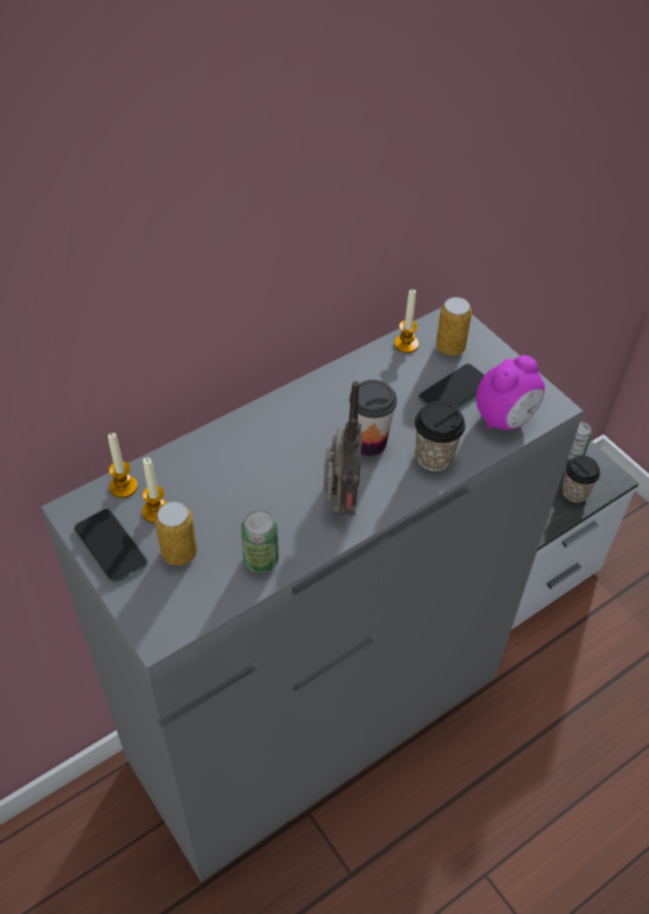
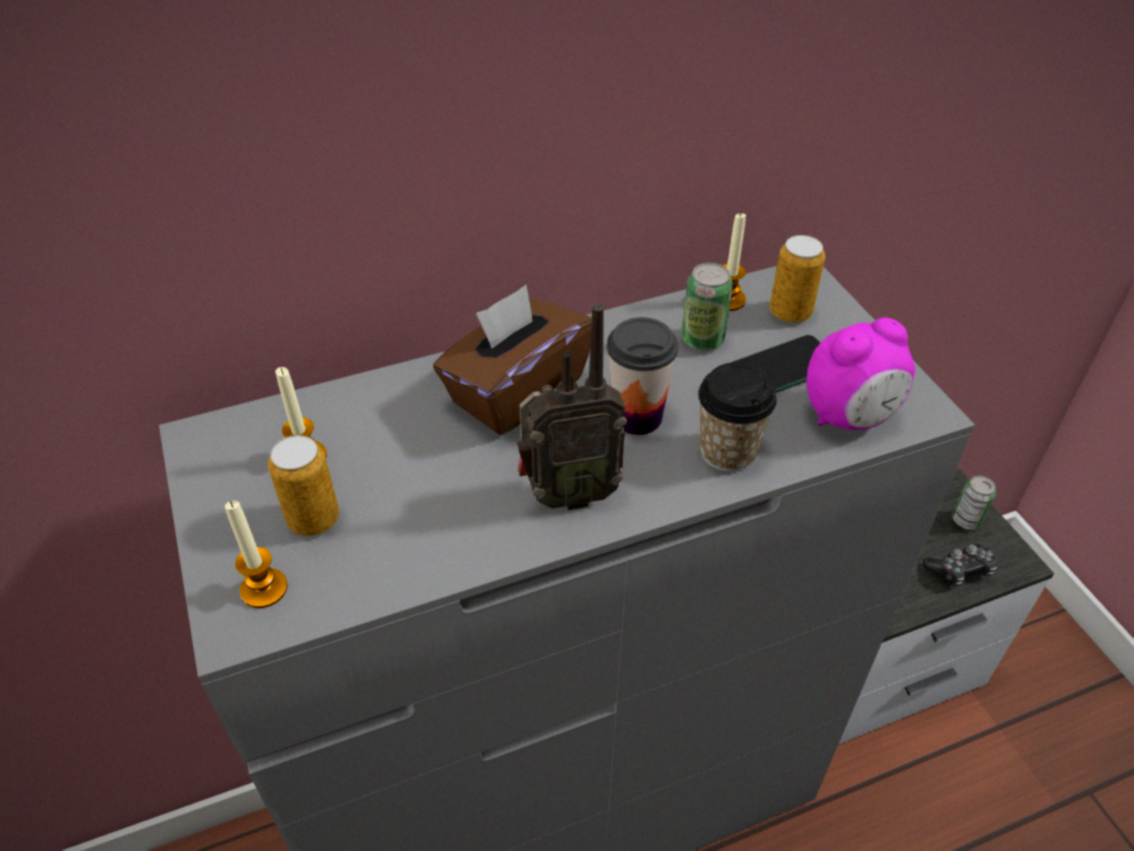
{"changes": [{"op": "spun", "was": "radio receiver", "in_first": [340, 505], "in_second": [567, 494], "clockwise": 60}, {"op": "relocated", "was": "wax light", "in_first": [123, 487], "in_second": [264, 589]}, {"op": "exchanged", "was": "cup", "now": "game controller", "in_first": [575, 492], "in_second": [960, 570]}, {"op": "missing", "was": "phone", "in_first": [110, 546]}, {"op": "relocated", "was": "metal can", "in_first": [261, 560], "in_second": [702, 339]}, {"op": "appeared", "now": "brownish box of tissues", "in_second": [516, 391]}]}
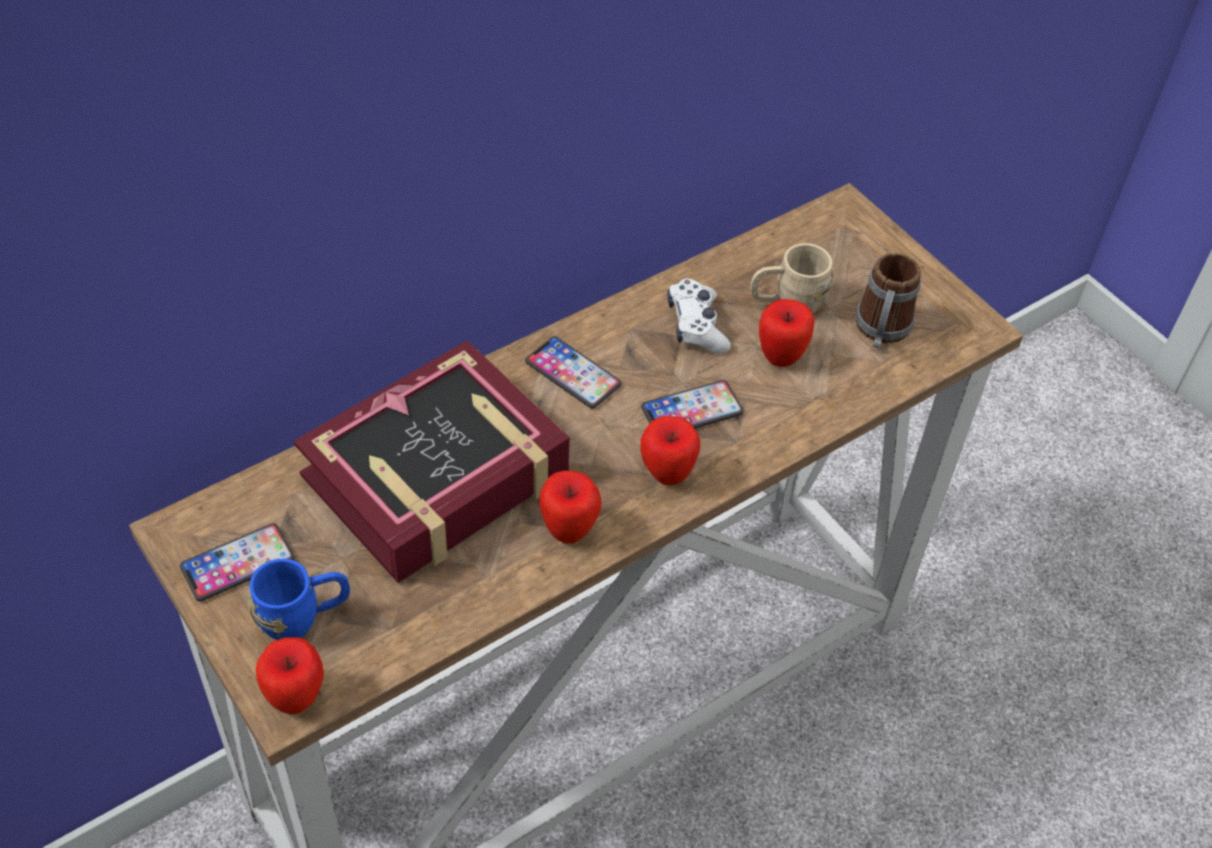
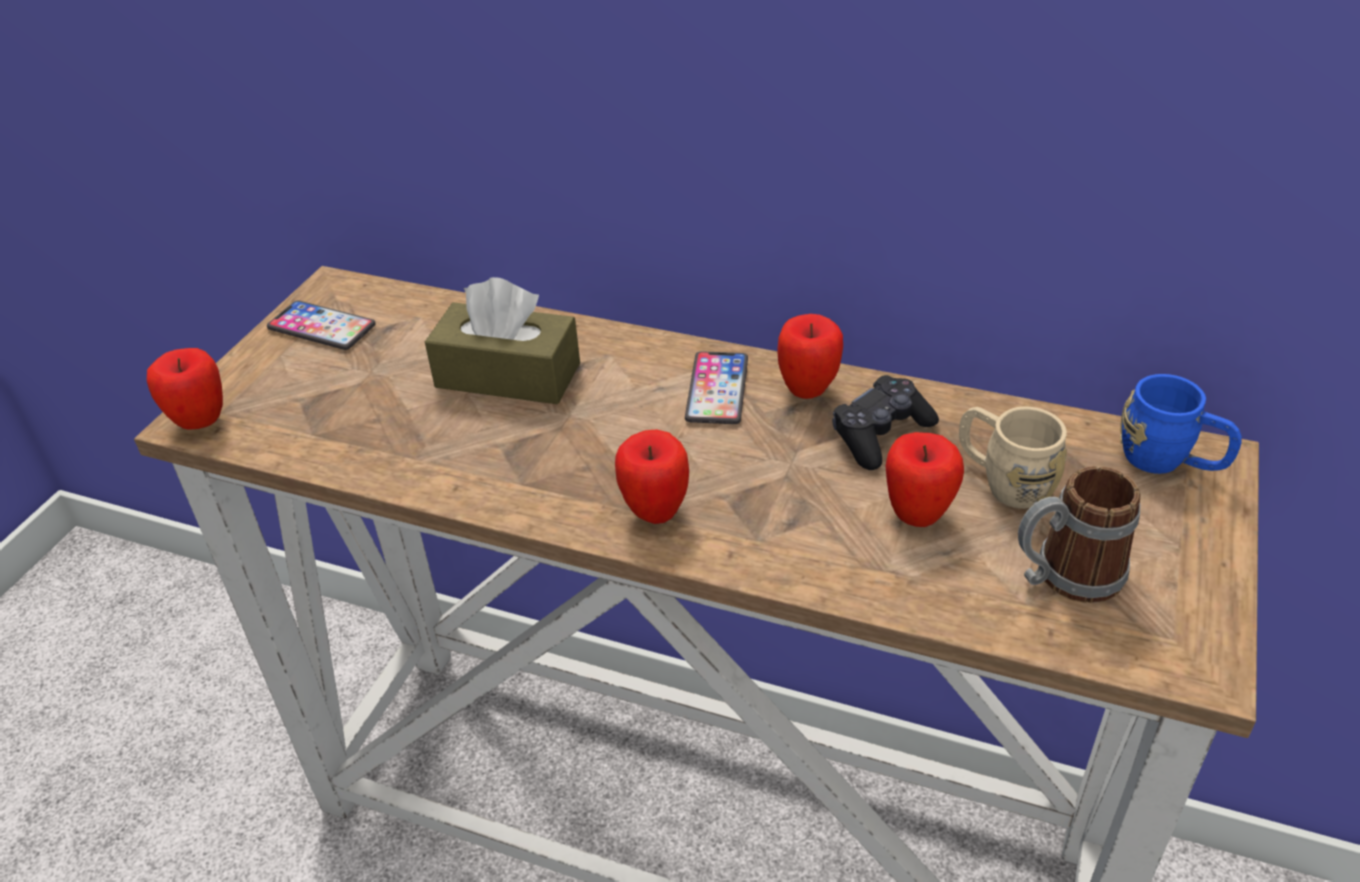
{"changes": [{"op": "colour", "was": "white game controller", "now": "blackish game controller", "in_first": [696, 325], "in_second": [880, 434]}, {"op": "exchanged", "was": "book", "now": "brownish box of tissues", "in_first": [437, 476], "in_second": [508, 375]}, {"op": "missing", "was": "phone", "in_first": [691, 410]}, {"op": "relocated", "was": "whole apple", "in_first": [568, 530], "in_second": [808, 389]}, {"op": "relocated", "was": "bluish coffee mug", "in_first": [303, 617], "in_second": [1169, 462]}]}
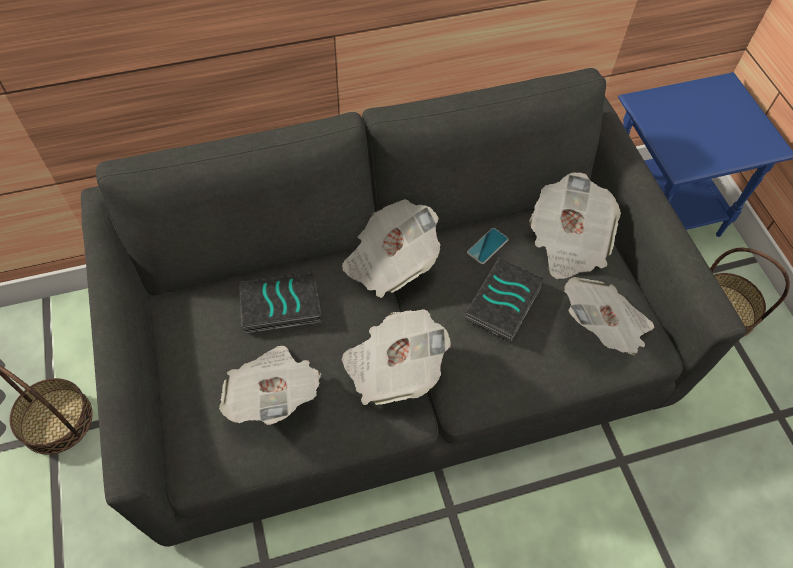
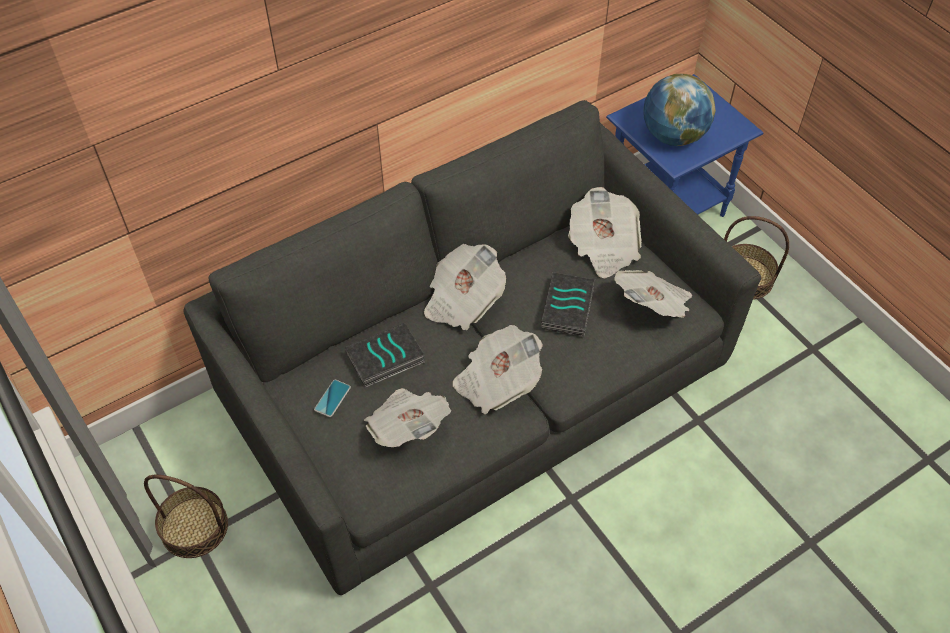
{"changes": [{"op": "relocated", "was": "phone", "in_first": [487, 246], "in_second": [332, 398]}, {"op": "appeared", "now": "desk globe", "in_second": [673, 136]}]}
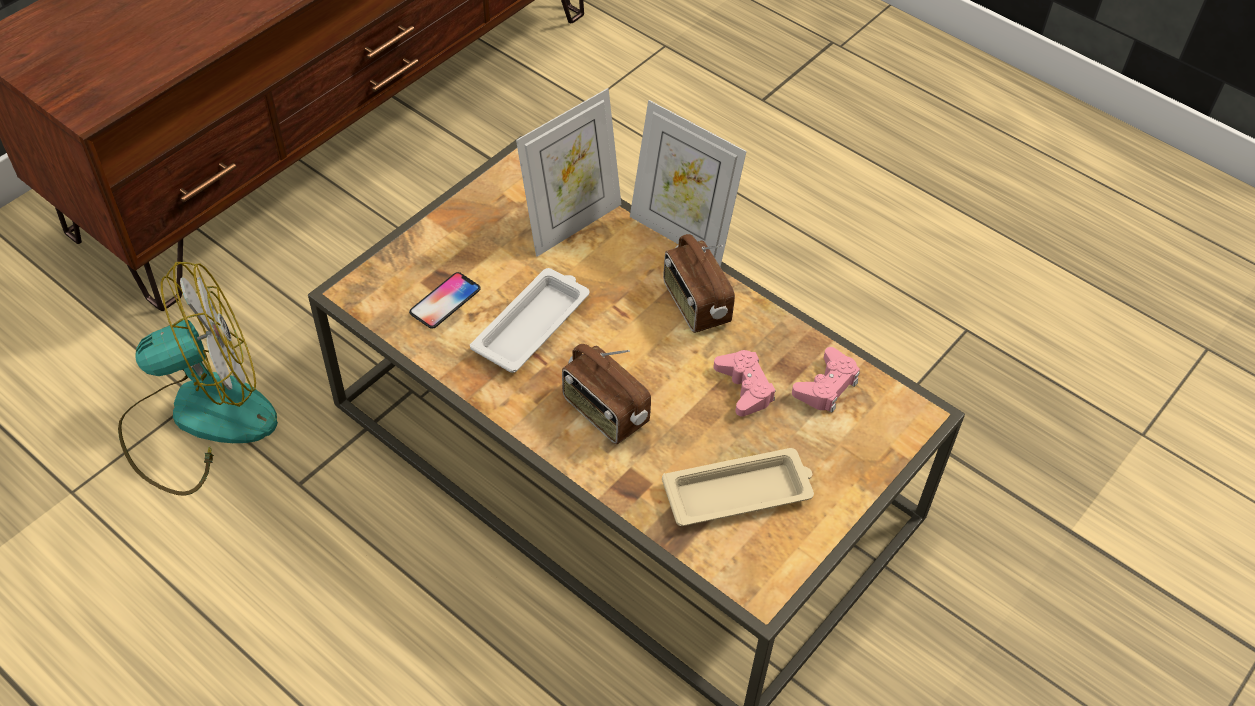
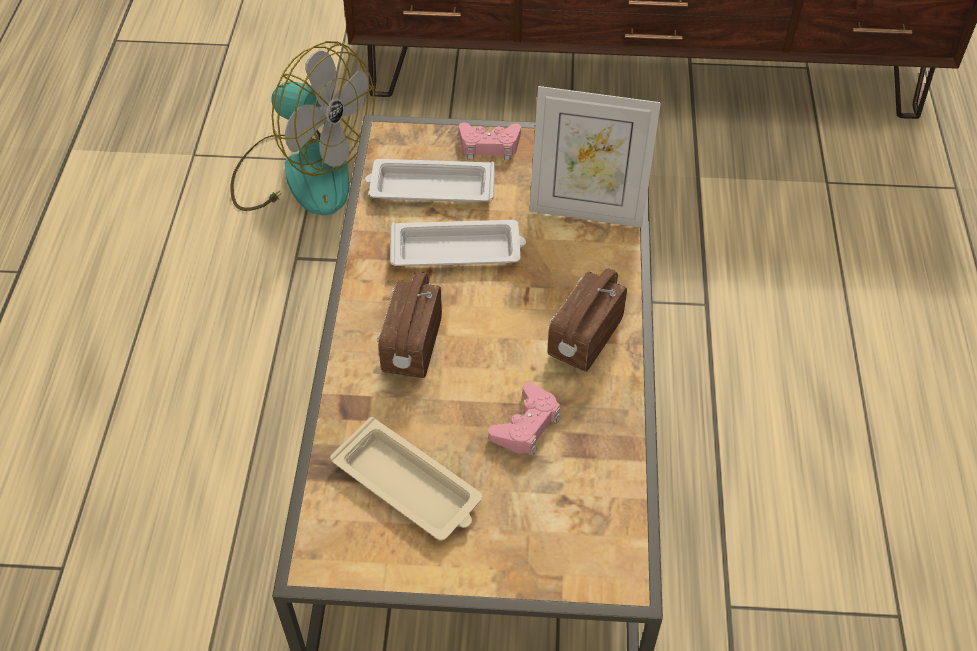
{"changes": [{"op": "missing", "was": "photo frame", "in_first": [681, 235]}, {"op": "exchanged", "was": "phone", "now": "white serving tray", "in_first": [445, 301], "in_second": [430, 188]}, {"op": "relocated", "was": "pink-coloured game controller", "in_first": [826, 386], "in_second": [489, 146]}]}
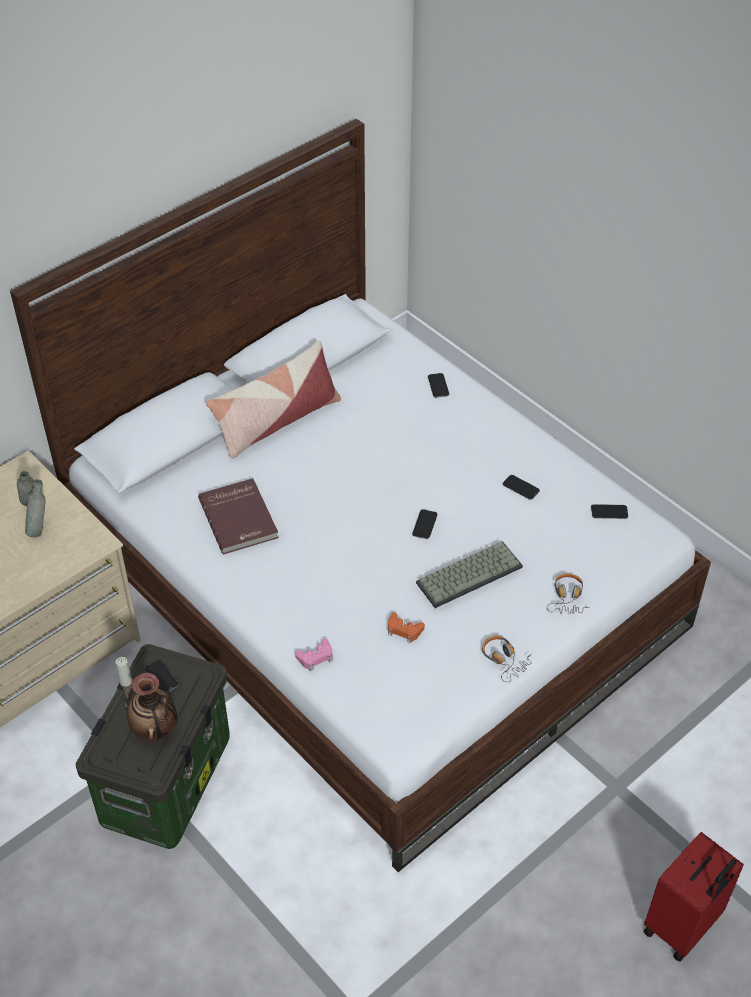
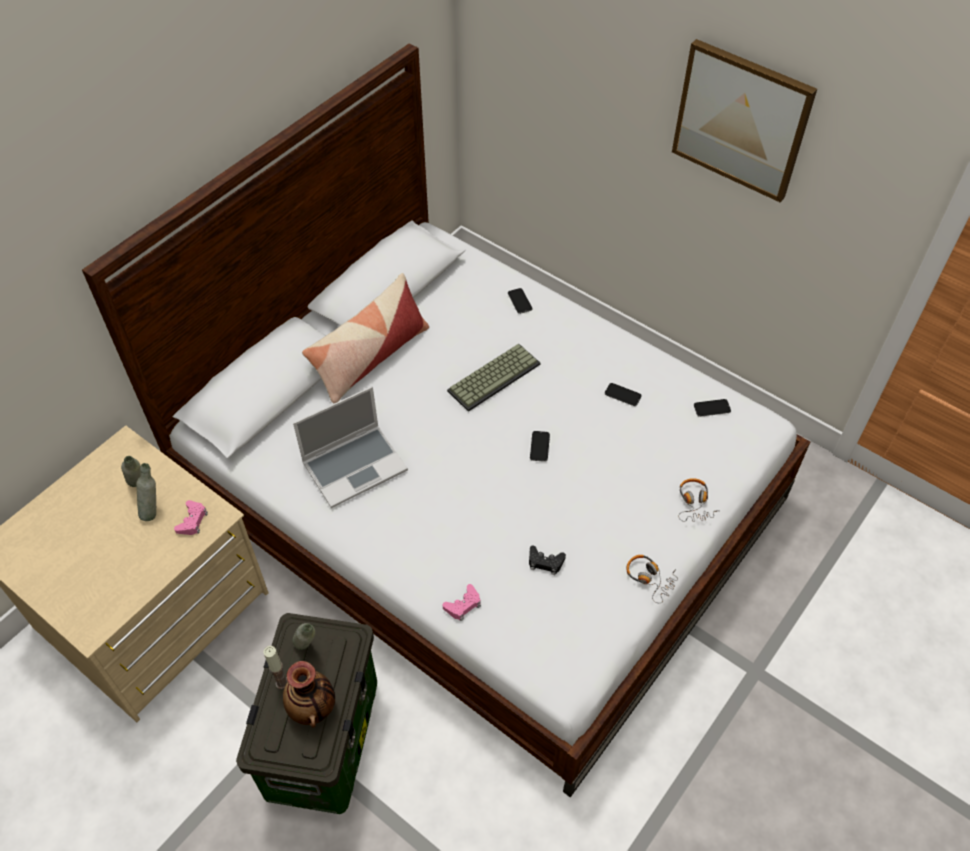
{"changes": [{"op": "exchanged", "was": "red-coloured book", "now": "laptop", "in_first": [240, 518], "in_second": [355, 465]}, {"op": "relocated", "was": "PC keyboard", "in_first": [469, 573], "in_second": [494, 376]}, {"op": "colour", "was": "orange game controller", "now": "blackish game controller", "in_first": [404, 630], "in_second": [545, 562]}, {"op": "exchanged", "was": "phone", "now": "greyish bottle", "in_first": [161, 677], "in_second": [308, 648]}, {"op": "missing", "was": "red-coloured suitcase", "in_first": [683, 926]}, {"op": "appeared", "now": "picture", "in_second": [741, 120]}, {"op": "appeared", "now": "pink-coloured game controller", "in_second": [192, 521]}]}
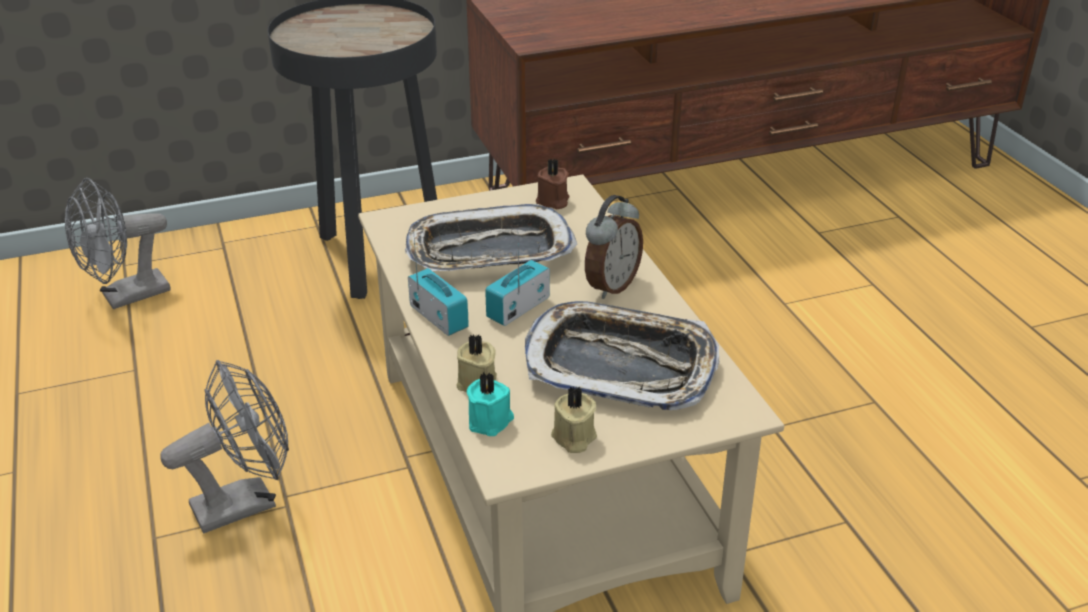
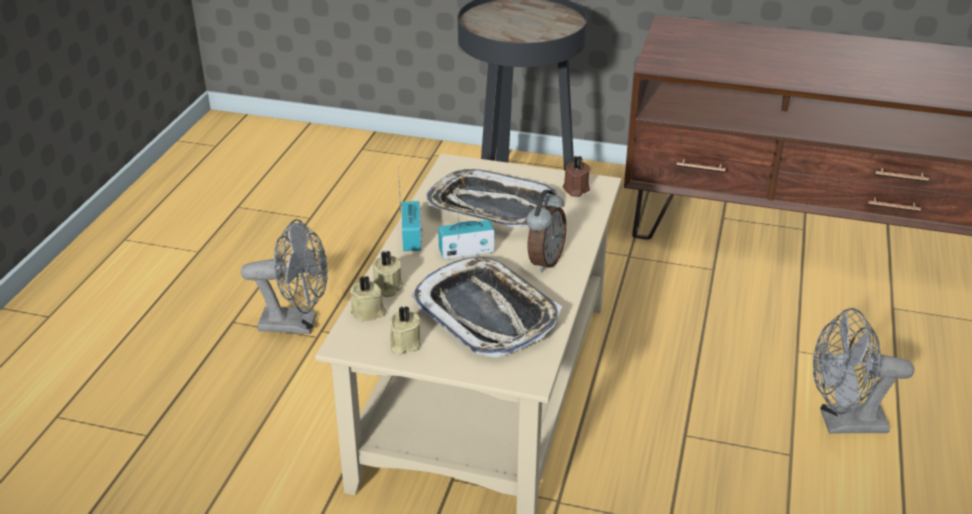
{"changes": [{"op": "relocated", "was": "greyish electric fan", "in_first": [126, 297], "in_second": [842, 423]}, {"op": "spun", "was": "bedside clock", "in_first": [610, 286], "in_second": [544, 261], "clockwise": -45}, {"op": "colour", "was": "blue-green wax light", "now": "sand-coloured wax light", "in_first": [491, 421], "in_second": [368, 313]}]}
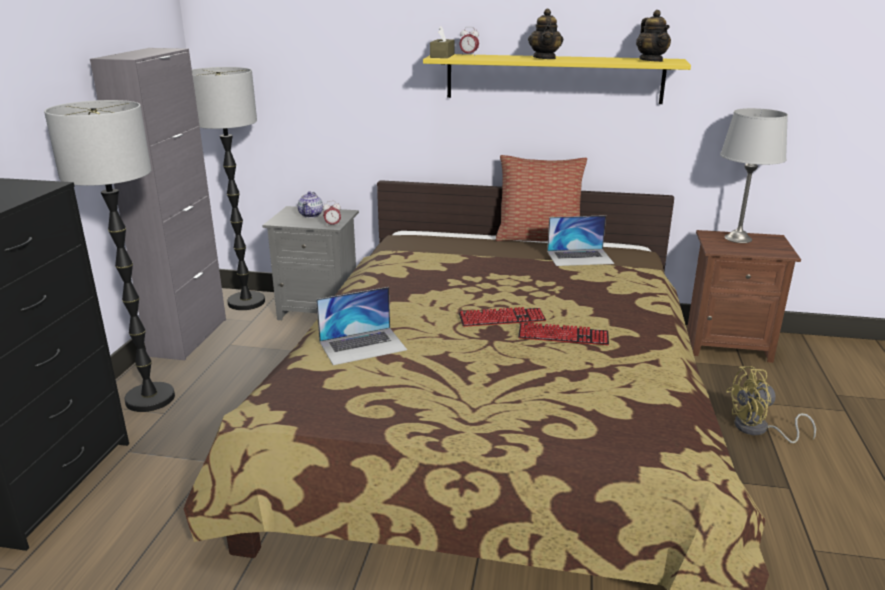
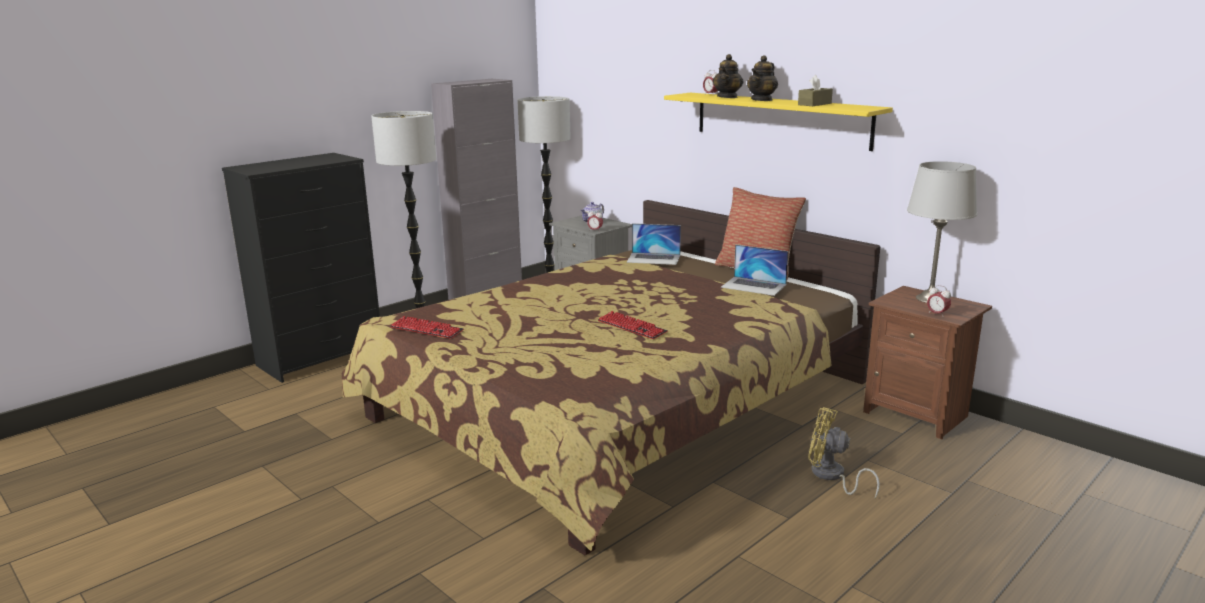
{"changes": [{"op": "relocated", "was": "teapot", "in_first": [651, 60], "in_second": [727, 97]}, {"op": "relocated", "was": "brownish box of tissues", "in_first": [442, 56], "in_second": [814, 104]}, {"op": "relocated", "was": "laptop", "in_first": [363, 345], "in_second": [654, 258]}, {"op": "relocated", "was": "PC keyboard", "in_first": [502, 319], "in_second": [426, 329]}, {"op": "appeared", "now": "bedside clock", "in_second": [937, 314]}]}
